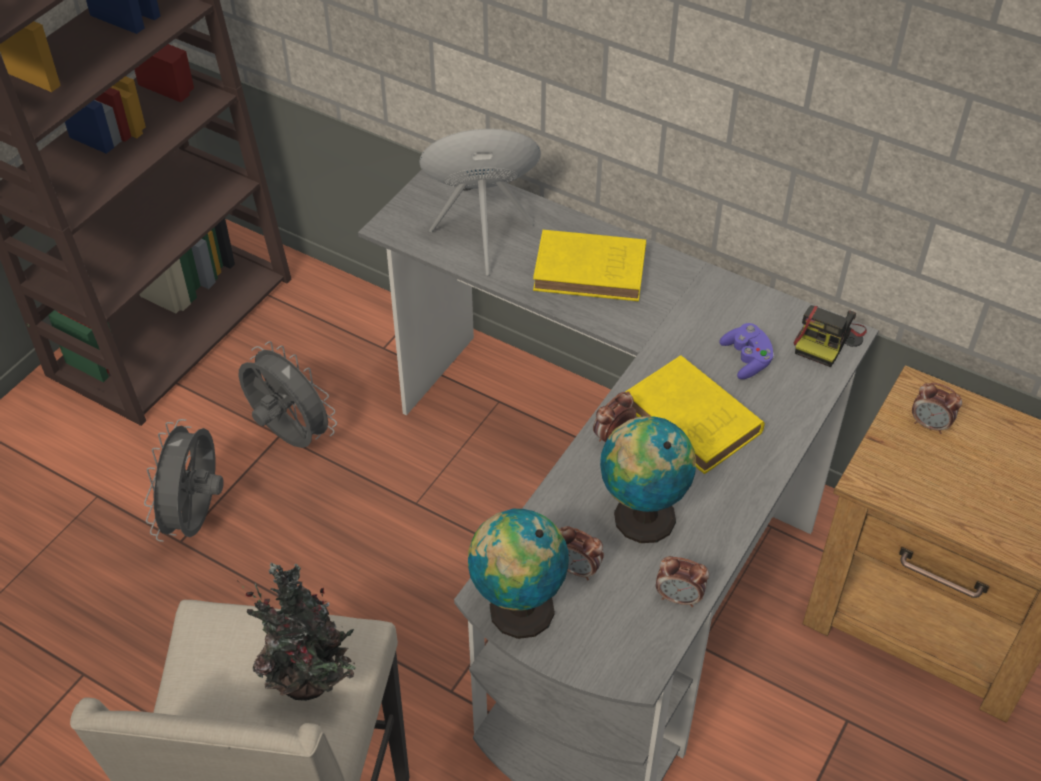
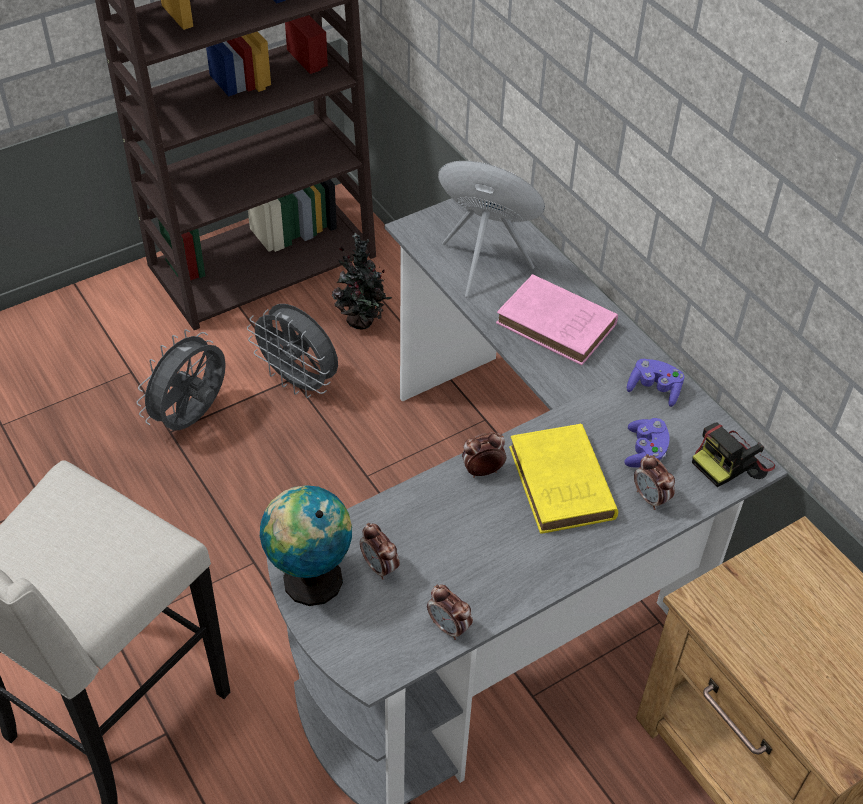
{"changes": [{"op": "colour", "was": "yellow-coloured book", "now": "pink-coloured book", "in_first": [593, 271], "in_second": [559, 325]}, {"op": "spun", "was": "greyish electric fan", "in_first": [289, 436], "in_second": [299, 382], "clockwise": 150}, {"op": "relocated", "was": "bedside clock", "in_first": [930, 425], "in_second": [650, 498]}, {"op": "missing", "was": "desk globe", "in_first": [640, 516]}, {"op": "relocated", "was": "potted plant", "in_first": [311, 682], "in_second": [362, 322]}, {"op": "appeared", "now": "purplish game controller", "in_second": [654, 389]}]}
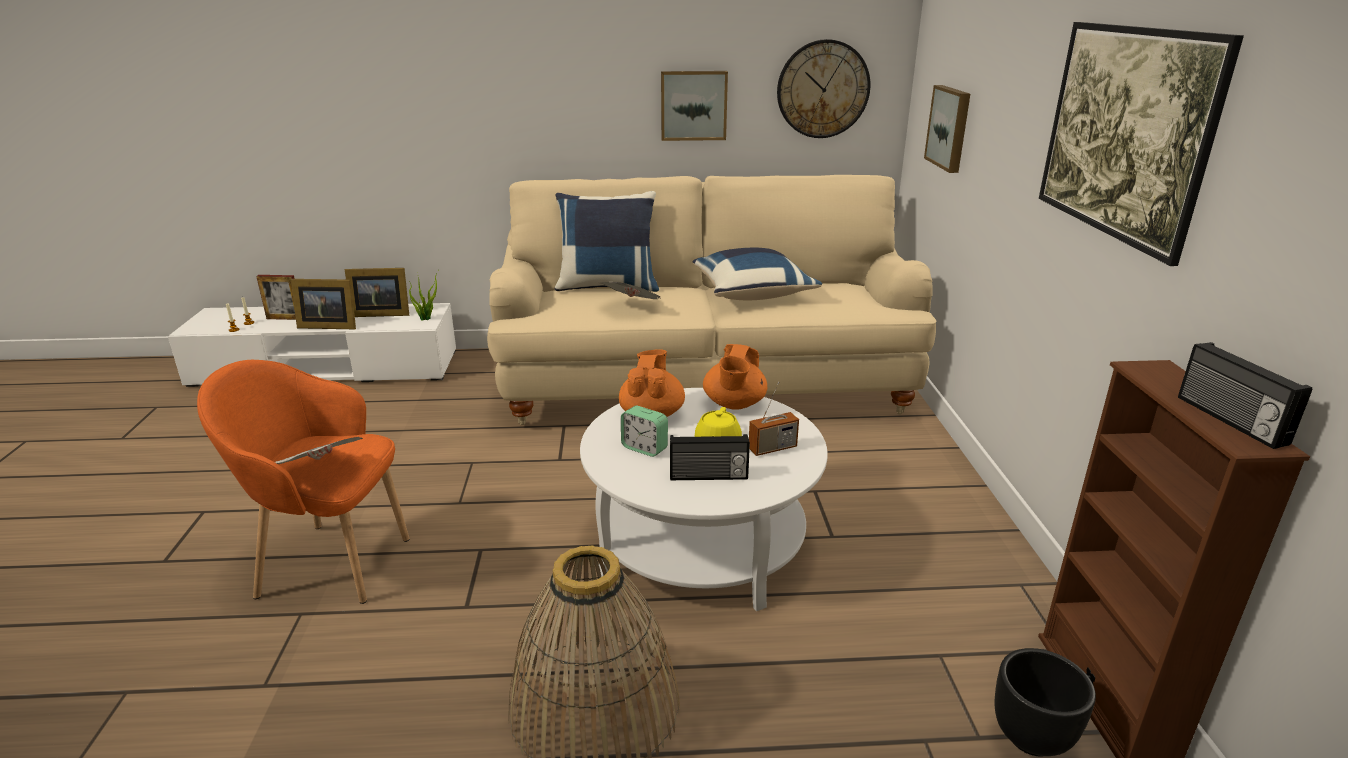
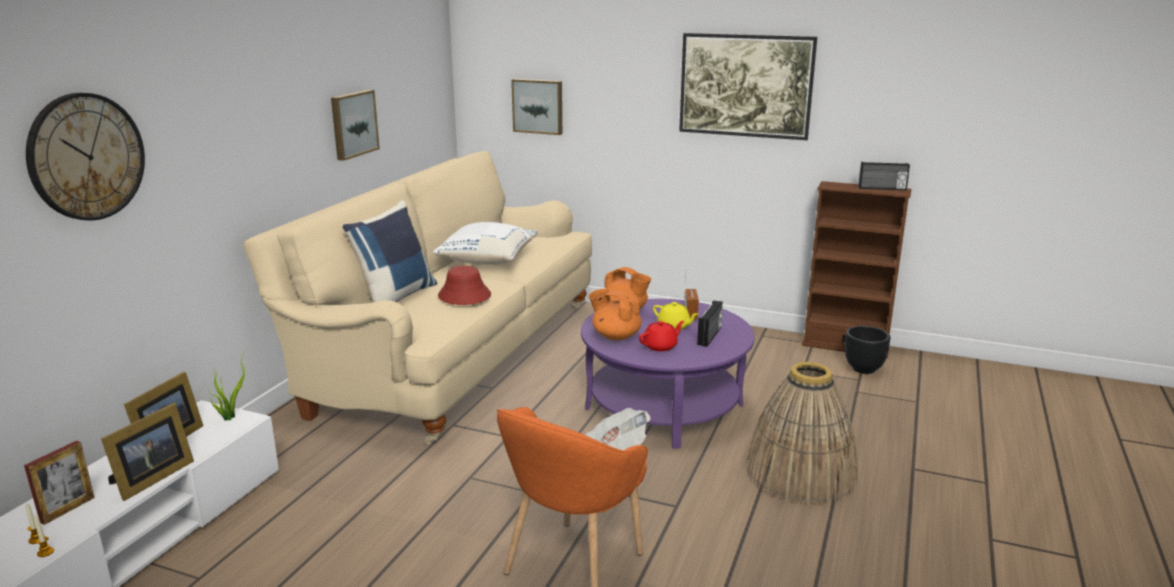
{"changes": [{"op": "relocated", "was": "hanging clock", "in_first": [823, 89], "in_second": [86, 157]}, {"op": "colour", "was": "bluish pillow", "now": "white pillow", "in_first": [752, 294], "in_second": [487, 260]}, {"op": "exchanged", "was": "newspaper", "now": "red-coloured wearable hat", "in_first": [633, 307], "in_second": [464, 296]}, {"op": "colour", "was": "white coffee table", "now": "purplish coffee table", "in_first": [701, 542], "in_second": [664, 406]}, {"op": "exchanged", "was": "bedside clock", "now": "red-coloured teapot", "in_first": [644, 448], "in_second": [661, 346]}]}
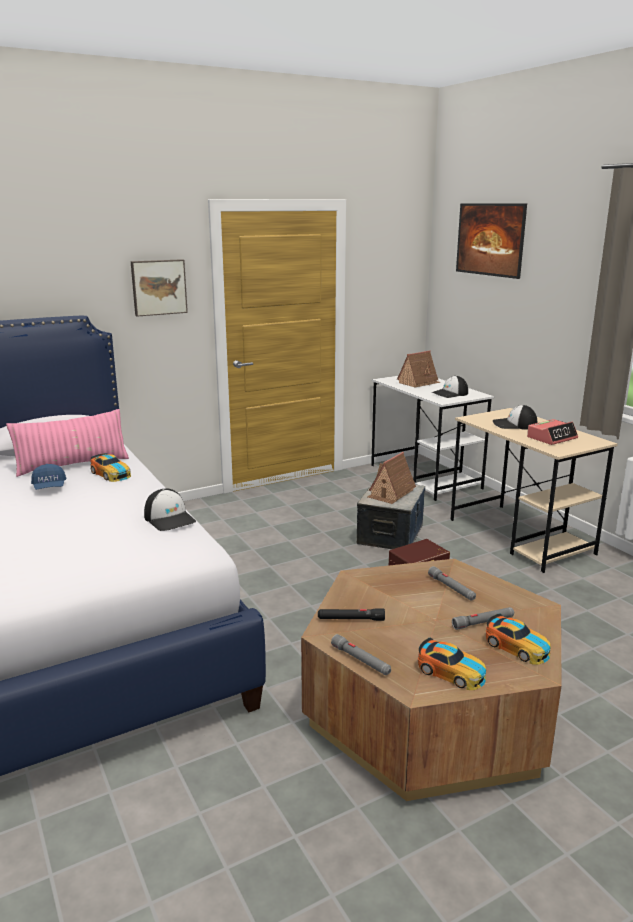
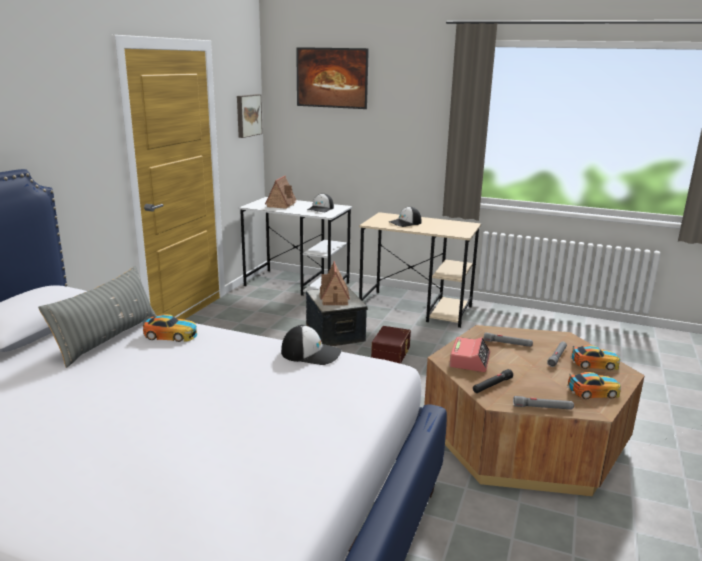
{"changes": [{"op": "relocated", "was": "picture", "in_first": [158, 287], "in_second": [248, 115]}, {"op": "colour", "was": "pink-coloured pillow", "now": "greyish pillow", "in_first": [72, 465], "in_second": [107, 338]}, {"op": "relocated", "was": "bedside clock", "in_first": [552, 438], "in_second": [469, 360]}, {"op": "missing", "was": "bluish cap", "in_first": [49, 487]}]}
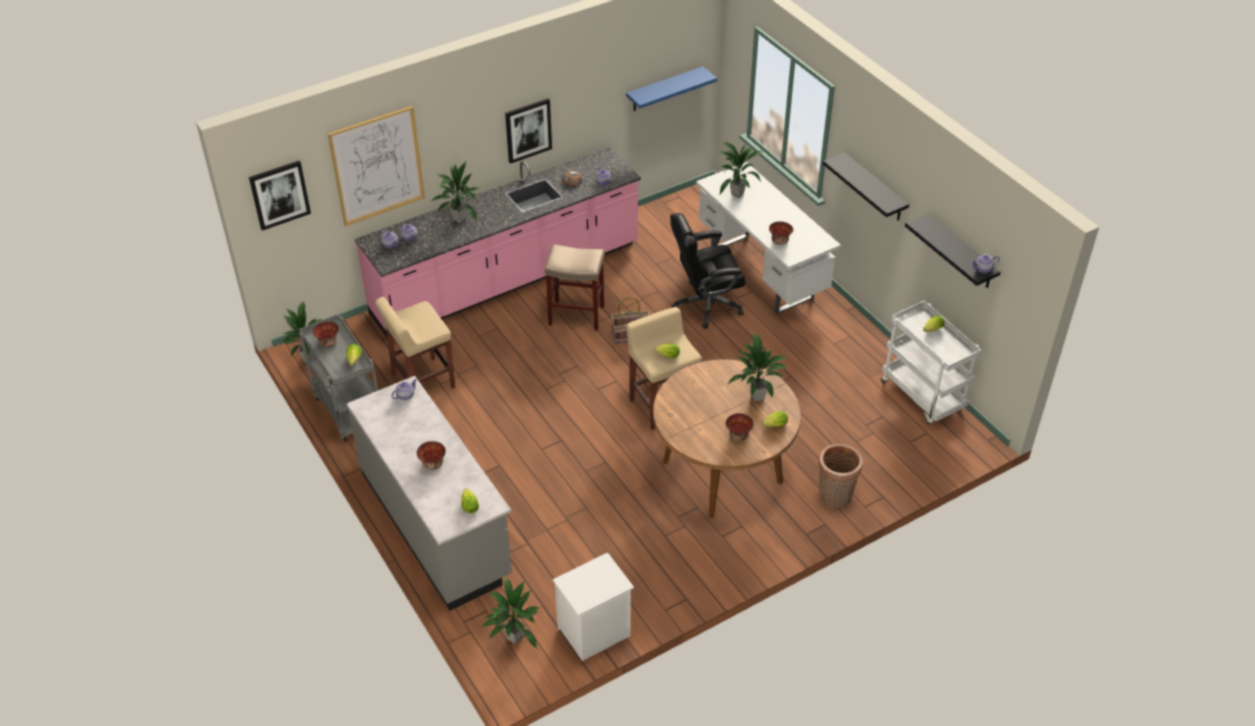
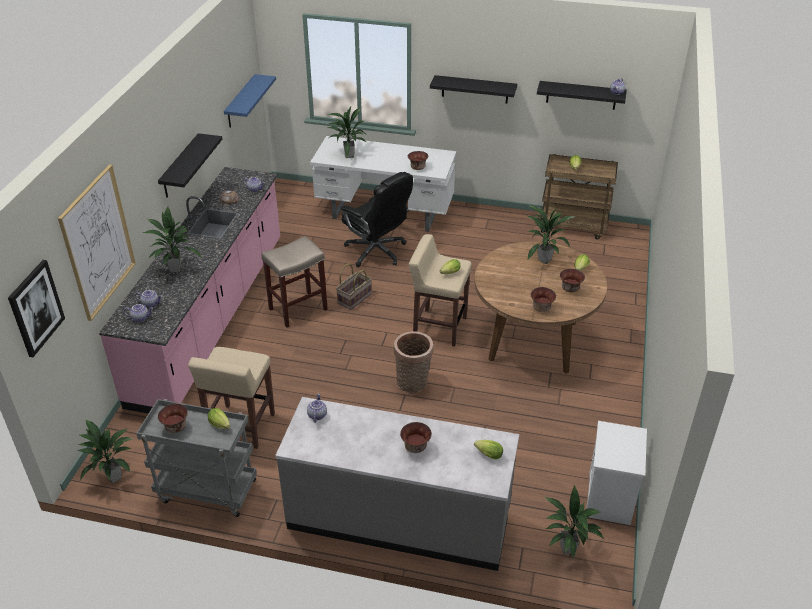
{"changes": [{"op": "exchanged", "was": "picture", "now": "blackish bracket shelf", "in_first": [528, 130], "in_second": [180, 166]}, {"op": "spun", "was": "blackish computer chair", "in_first": [706, 304], "in_second": [377, 251], "clockwise": -75}, {"op": "colour", "was": "white cart", "now": "brownish cart", "in_first": [923, 396], "in_second": [573, 226]}, {"op": "relocated", "was": "basket", "in_first": [834, 498], "in_second": [413, 384]}, {"op": "appeared", "now": "serving bowl", "in_second": [541, 307]}]}
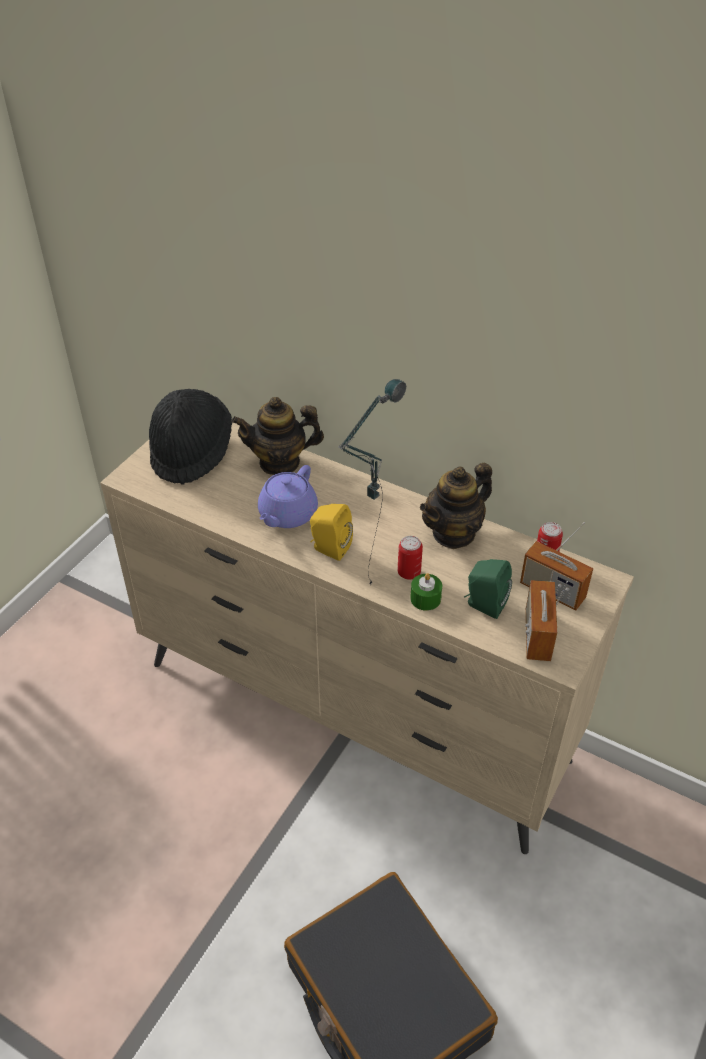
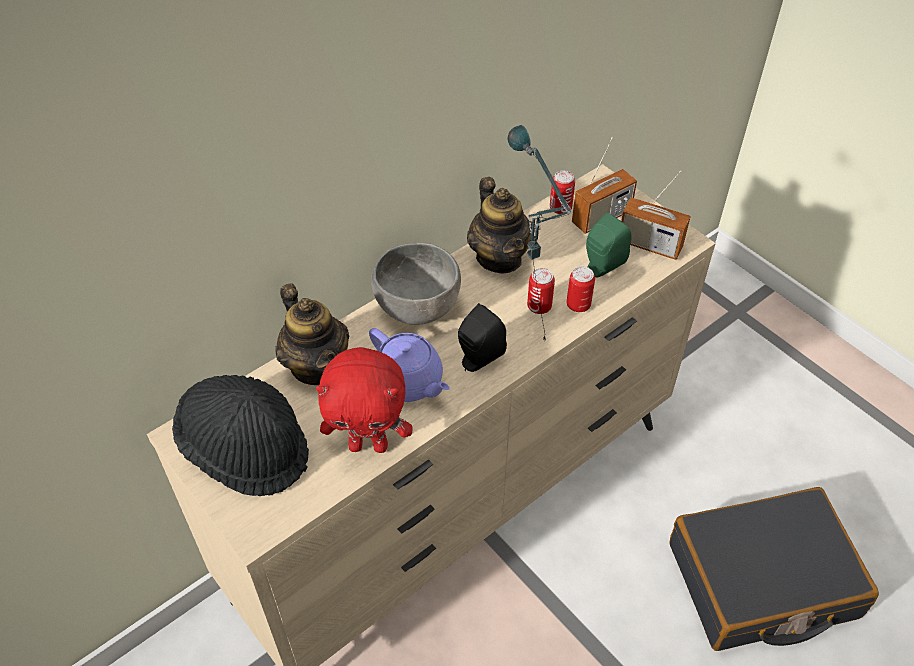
{"changes": [{"op": "spun", "was": "teapot", "in_first": [280, 462], "in_second": [317, 366], "clockwise": -45}, {"op": "colour", "was": "yellow-coloured speaker", "now": "blackish speaker", "in_first": [329, 548], "in_second": [478, 359]}, {"op": "exchanged", "was": "greenish wax light", "now": "metal can", "in_first": [425, 598], "in_second": [578, 305]}, {"op": "appeared", "now": "greyish serving bowl", "in_second": [419, 309]}, {"op": "appeared", "now": "red-coloured plush toy", "in_second": [369, 445]}]}
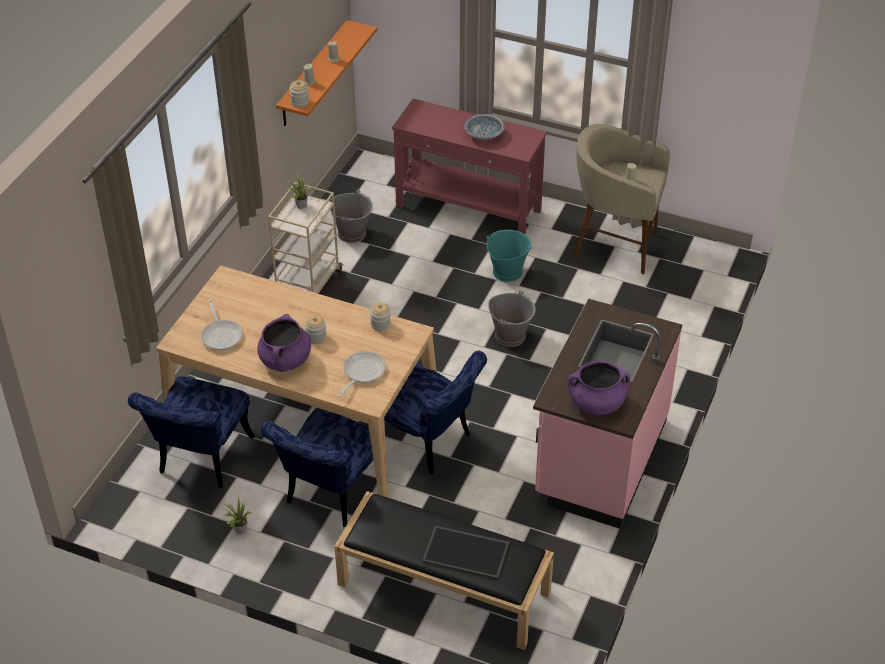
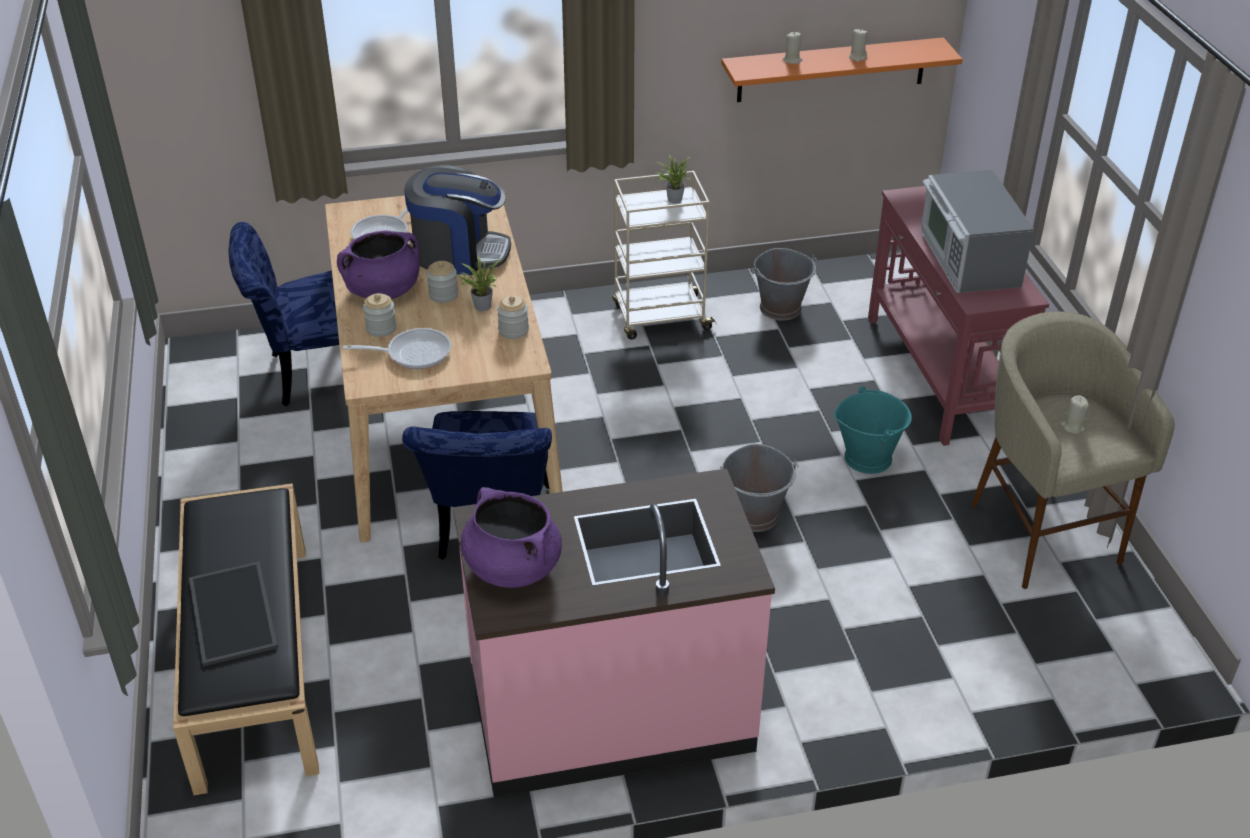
{"changes": [{"op": "relocated", "was": "preserve jar", "in_first": [300, 102], "in_second": [381, 328]}, {"op": "exchanged", "was": "serving bowl", "now": "microwave", "in_first": [484, 134], "in_second": [967, 259]}, {"op": "missing", "was": "bluish chair", "in_first": [329, 495]}, {"op": "relocated", "was": "potted plant", "in_first": [239, 530], "in_second": [481, 305]}, {"op": "appeared", "now": "coffee maker", "in_second": [459, 253]}]}
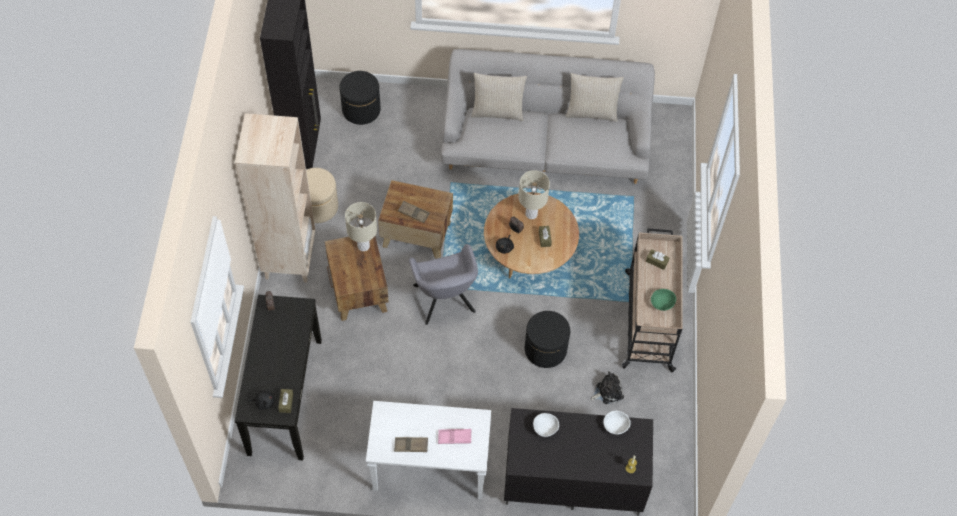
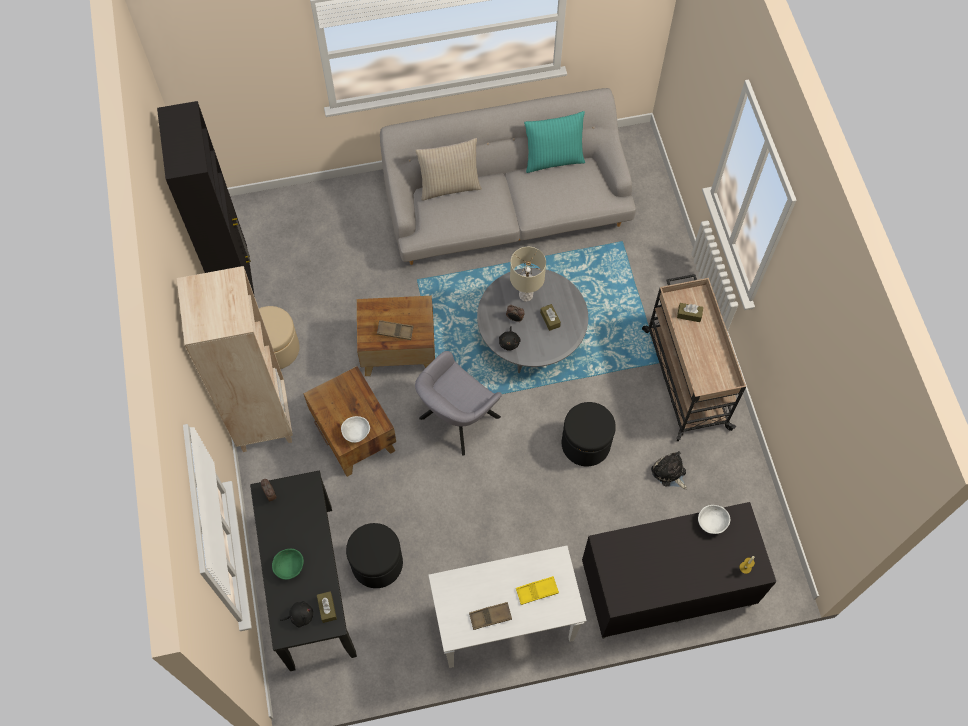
{"changes": [{"op": "relocated", "was": "blackish pouffe", "in_first": [361, 109], "in_second": [377, 563]}, {"op": "colour", "was": "sand-coloured pillow", "now": "blue-green pillow", "in_first": [591, 112], "in_second": [553, 159]}, {"op": "colour", "was": "brownish coffee table", "now": "greyish coffee table", "in_first": [529, 253], "in_second": [530, 337]}, {"op": "missing", "was": "sand-coloured table lamp", "in_first": [363, 246]}, {"op": "spun", "was": "greyish armchair", "in_first": [445, 301], "in_second": [456, 420], "clockwise": 75}, {"op": "relocated", "was": "greenish serving bowl", "in_first": [662, 304], "in_second": [289, 567]}, {"op": "spun", "was": "plush toy", "in_first": [607, 391], "in_second": [669, 473], "clockwise": -90}, {"op": "relocated", "was": "white serving bowl", "in_first": [545, 428], "in_second": [356, 433]}, {"op": "colour", "was": "pink-coloured serving tray", "now": "yellow-coloured serving tray", "in_first": [454, 437], "in_second": [537, 591]}]}
